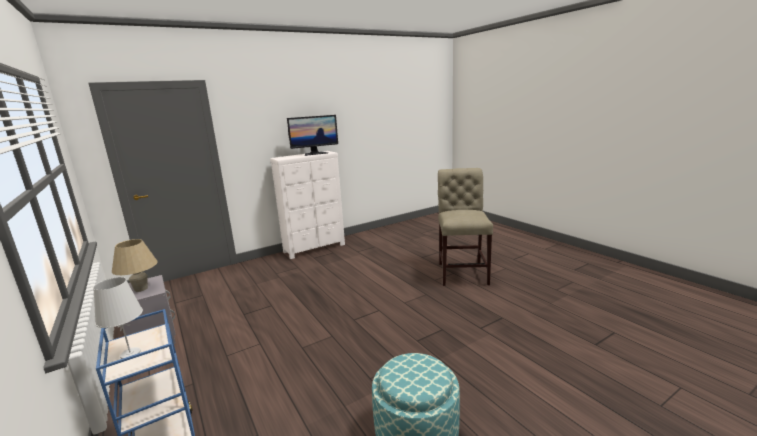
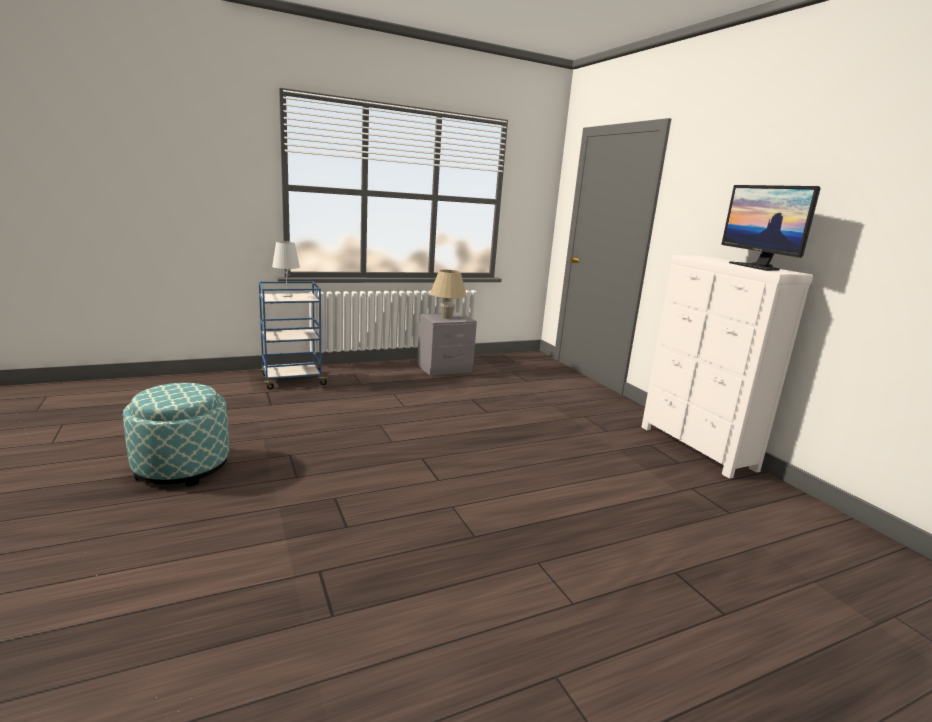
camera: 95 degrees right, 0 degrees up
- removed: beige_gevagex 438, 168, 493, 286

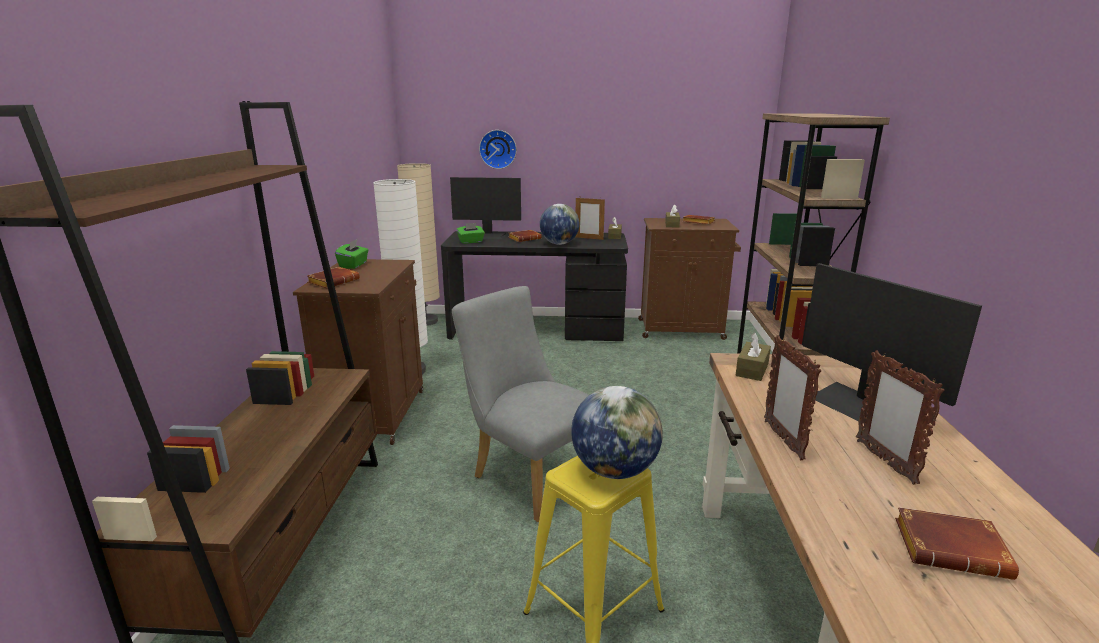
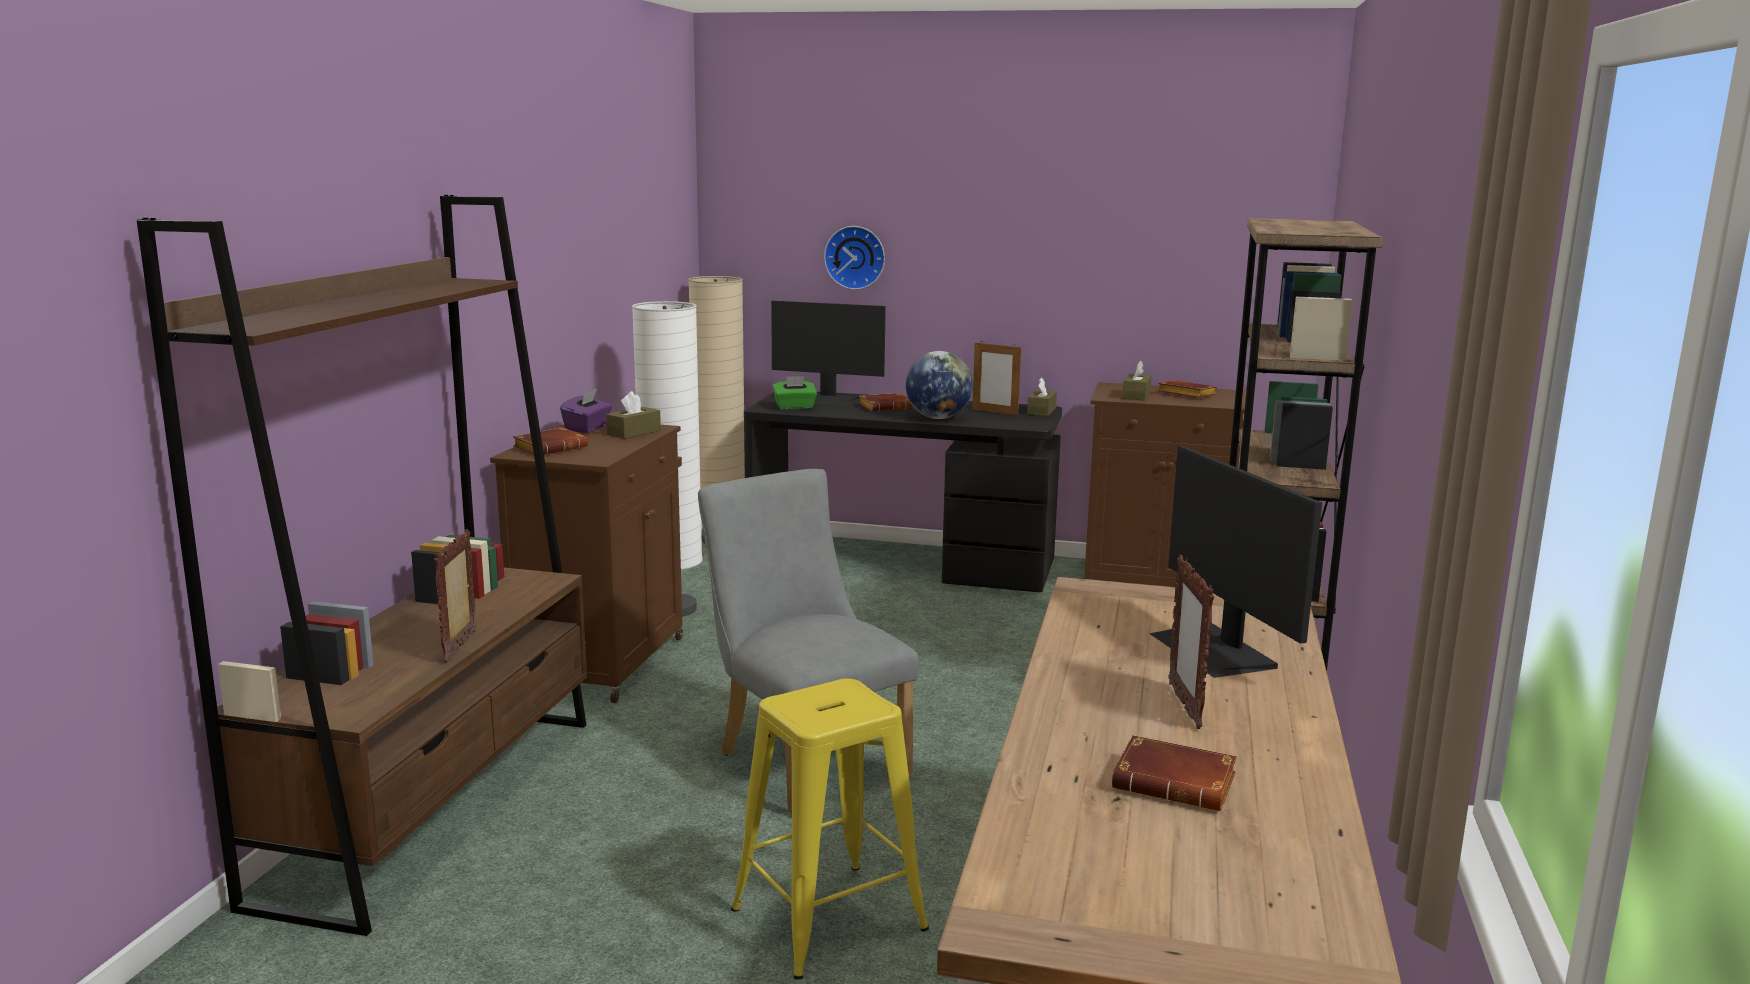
camera: 10 degrees right, 5 degrees down
- removed: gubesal 571, 386, 663, 479
- moved: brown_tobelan 735, 333, 771, 381 to 606, 391, 661, 439
- moved: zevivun 764, 335, 821, 460 to 434, 529, 476, 663
- recoloured: green_tobelan 335, 239, 368, 269 to purple_tobelan 560, 389, 612, 433

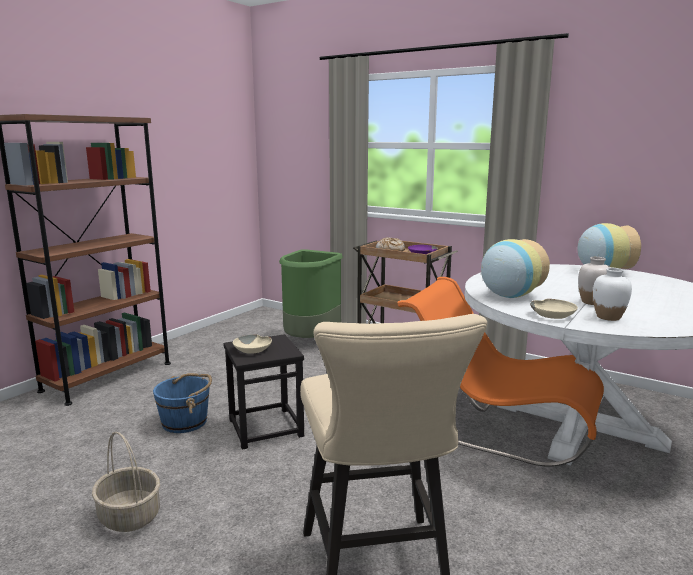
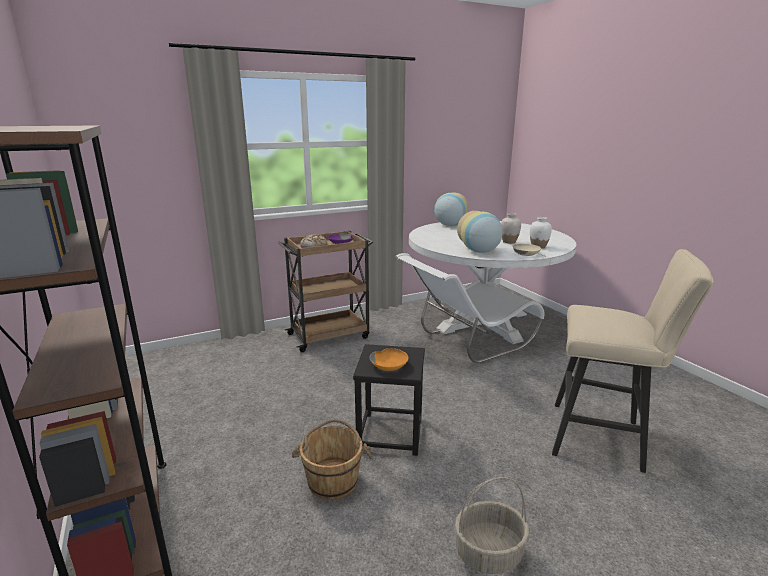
camera: 60 degrees left, 5 degrees up
- removed: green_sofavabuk 279, 249, 343, 338
- recoloured: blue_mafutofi 153, 373, 212, 433 to brown_mafutofi 292, 419, 373, 500
- recoloured: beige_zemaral 233, 334, 272, 354 to orange_zemaral 370, 348, 408, 371
- recoloured: orange_gevagex 398, 277, 604, 467 to white_gevagex 395, 253, 544, 363

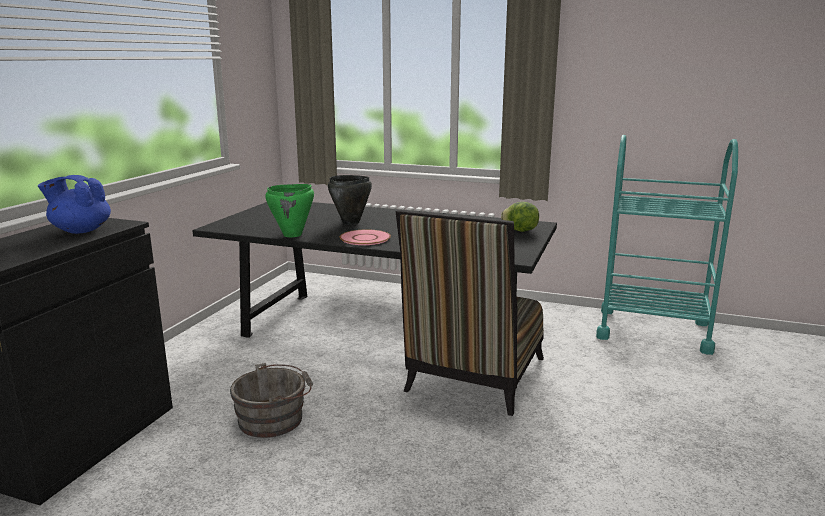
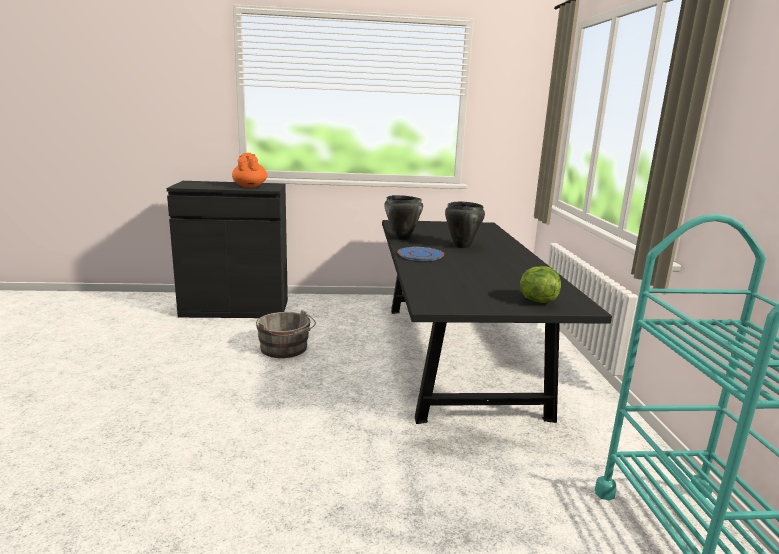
camera: 65 degrees right, 0 degrees up
- removed: gevagex 396, 210, 544, 416
- recoloured: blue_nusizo 38, 175, 111, 234 to orange_nusizo 232, 153, 267, 188
- recoloured: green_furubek 265, 184, 314, 237 to black_furubek 384, 195, 423, 240
- recoloured: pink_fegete 340, 229, 391, 245 to blue_fegete 397, 247, 444, 261

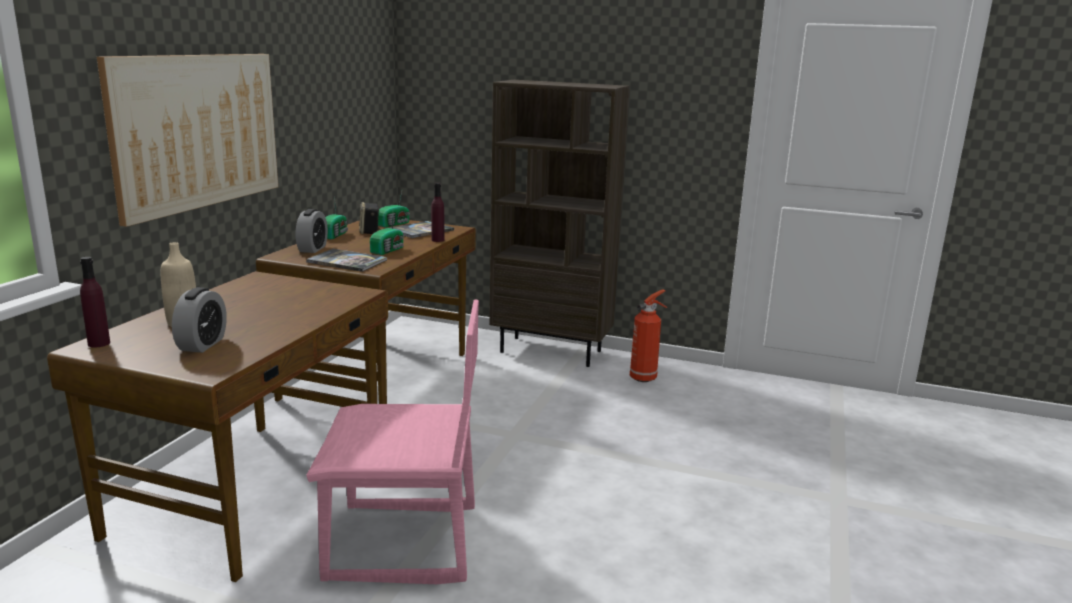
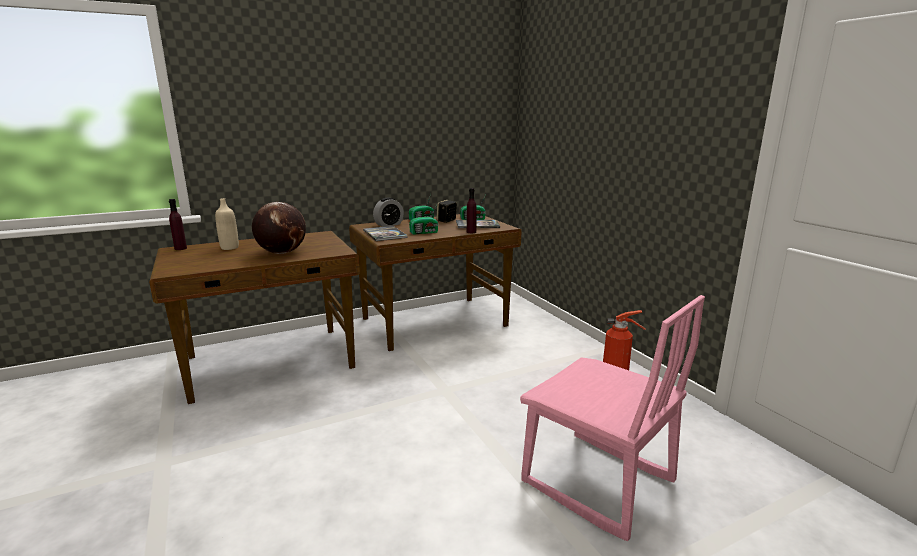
camera: 45 degrees right, 0 degrees up
- removed: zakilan 97, 54, 278, 227
- removed: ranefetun 172, 287, 227, 353
- removed: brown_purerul 489, 80, 630, 367
- added: gubesal 252, 202, 306, 254
- moved: pink_gevagex 306, 300, 479, 584 to 520, 295, 705, 541

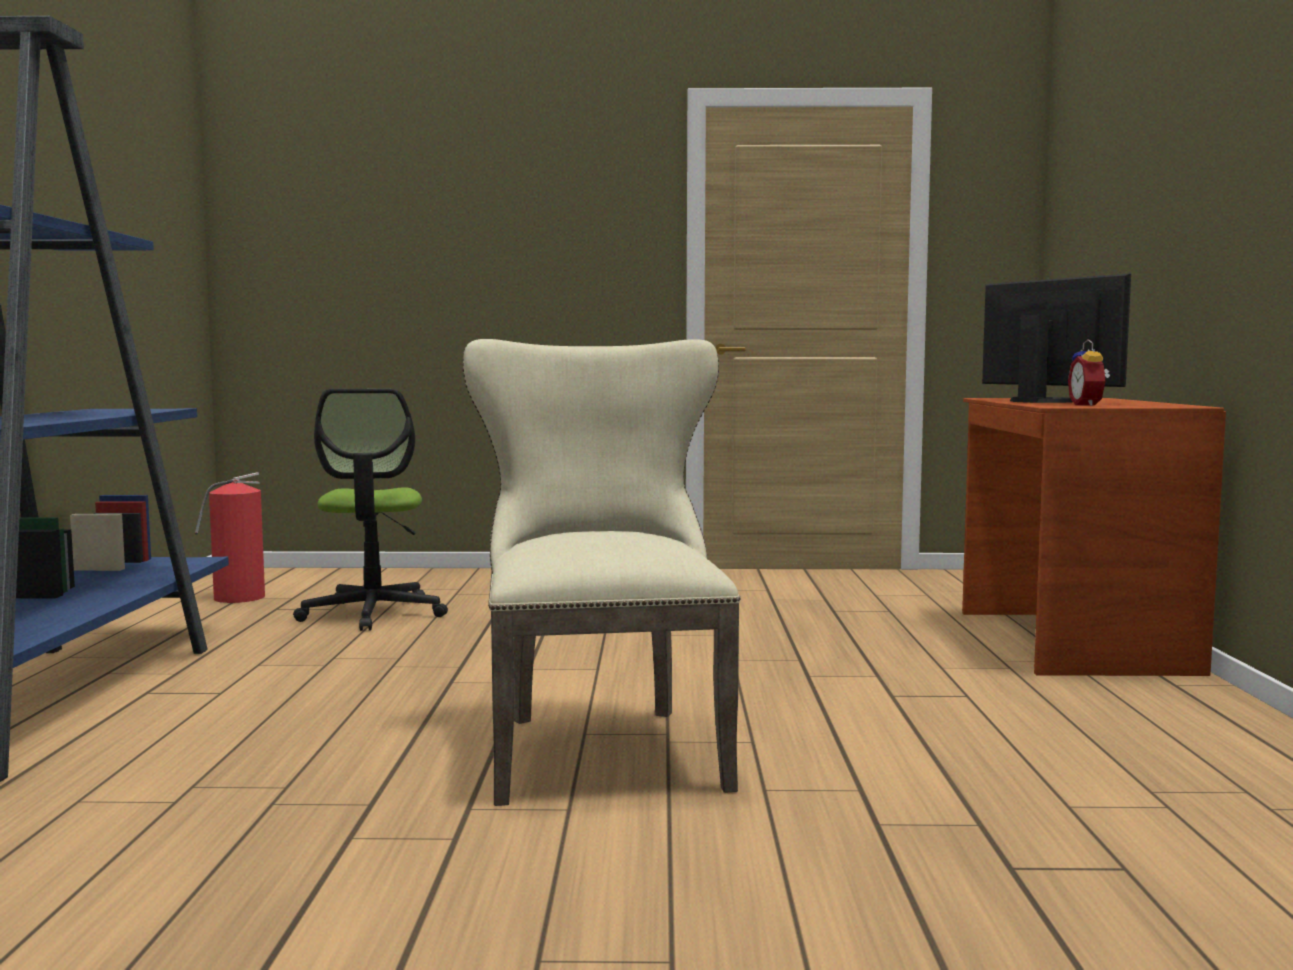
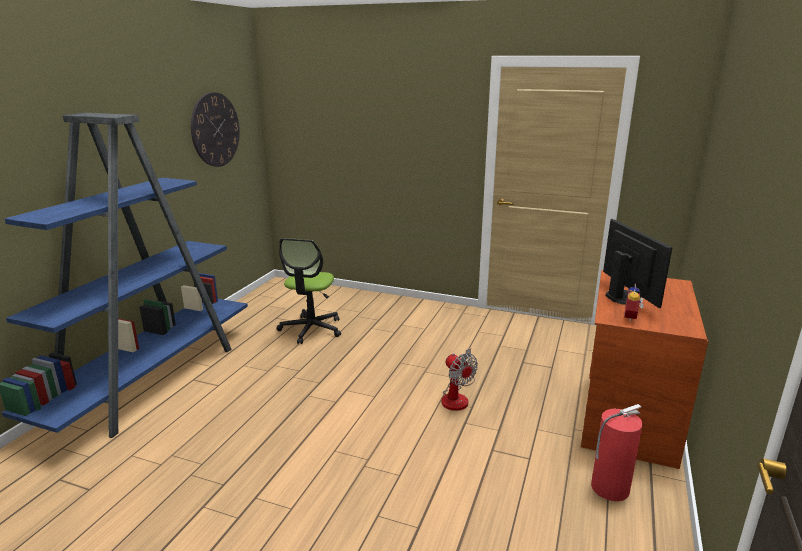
camera: 20 degrees right, 15 degrees up
- removed: beige_gevagex 462, 339, 740, 806
- added: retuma 191, 92, 240, 167
- added: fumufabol 441, 348, 478, 411
- moved: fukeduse 195, 473, 265, 603 to 591, 404, 643, 501

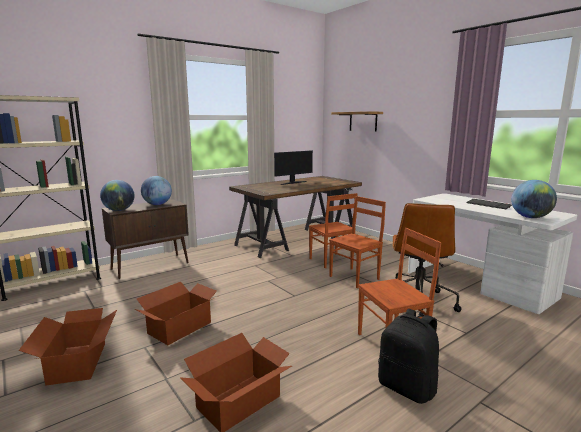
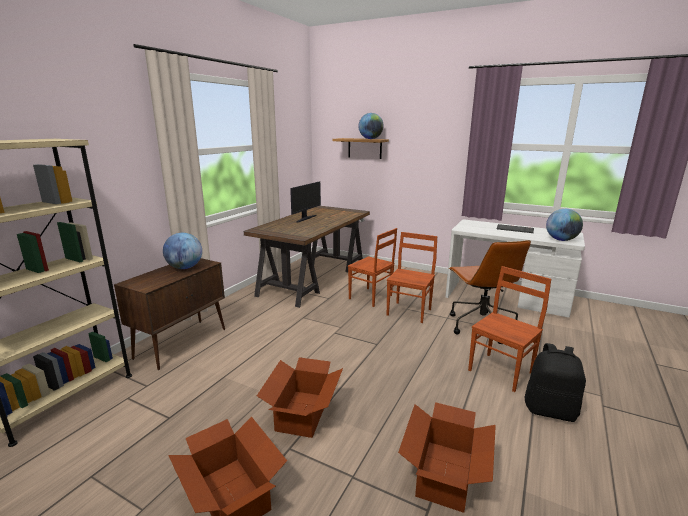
camera: 25 degrees left, 5 degrees up
- moved: gubesal 100, 180, 134, 211 to 359, 113, 384, 139

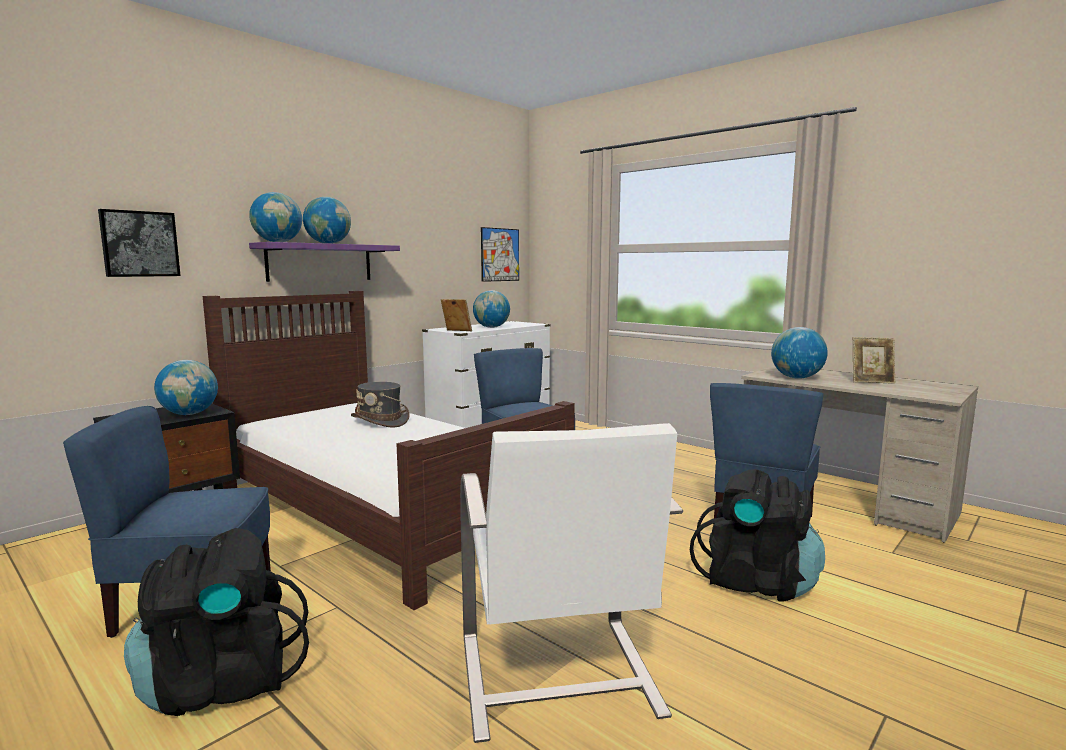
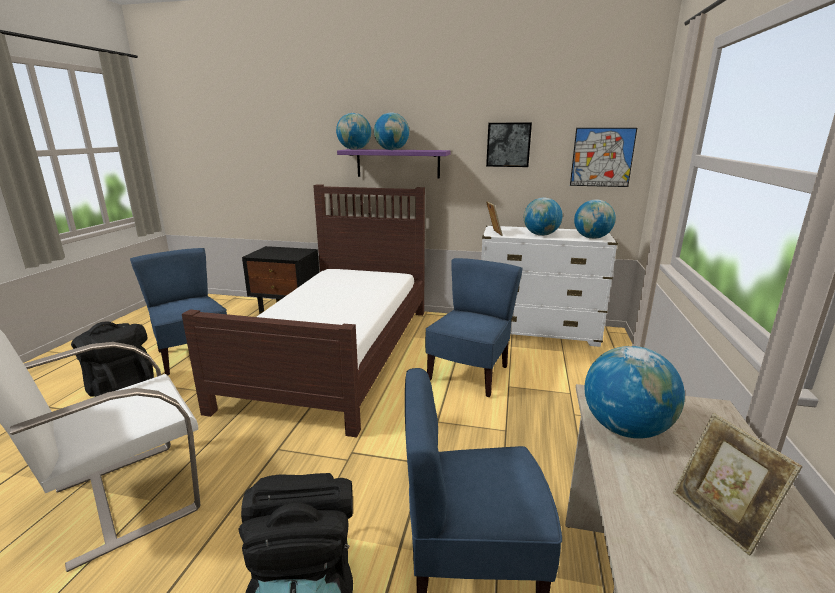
camera: 60 degrees right, 10 degrees up
- removed: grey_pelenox 351, 382, 410, 428
- moved: zakilan 98, 209, 181, 277 to 486, 123, 532, 167
- moved: gubesal 154, 360, 218, 415 to 574, 200, 616, 239

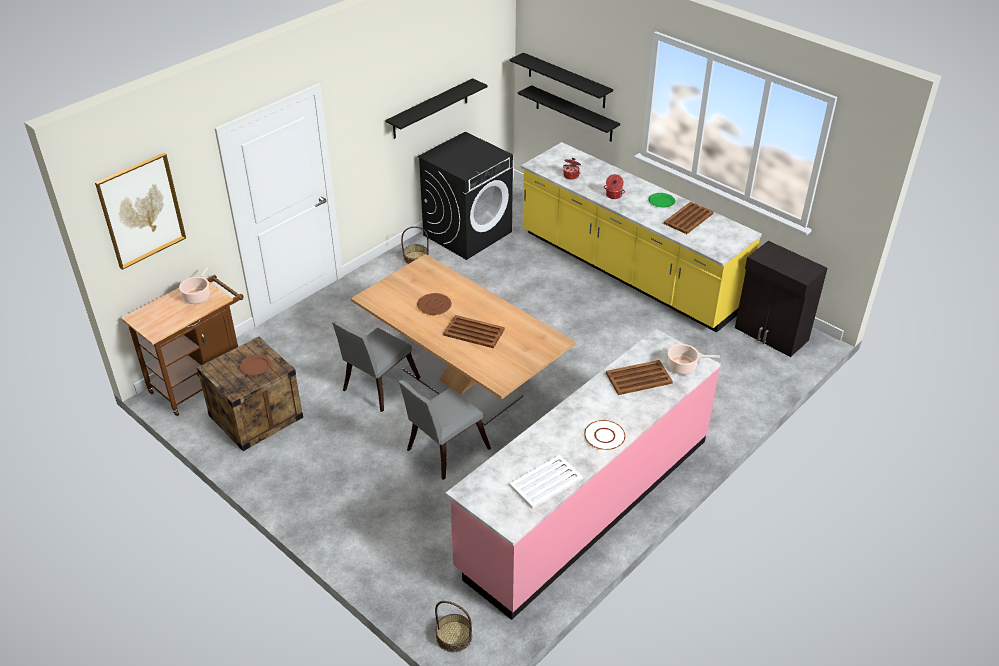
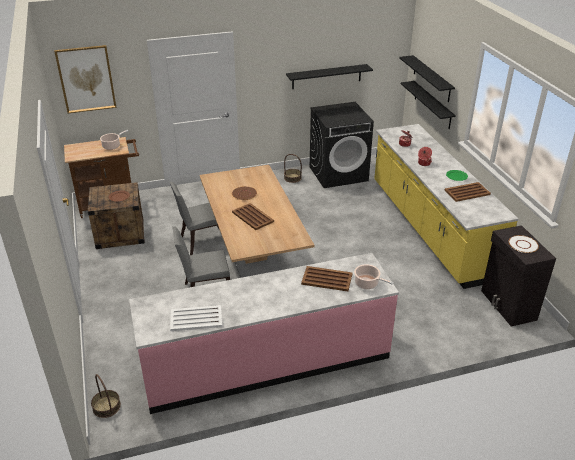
camera: 30 degrees right, 5 degrees down
- moved: white_fegete 584, 420, 625, 450 to 509, 235, 539, 253

